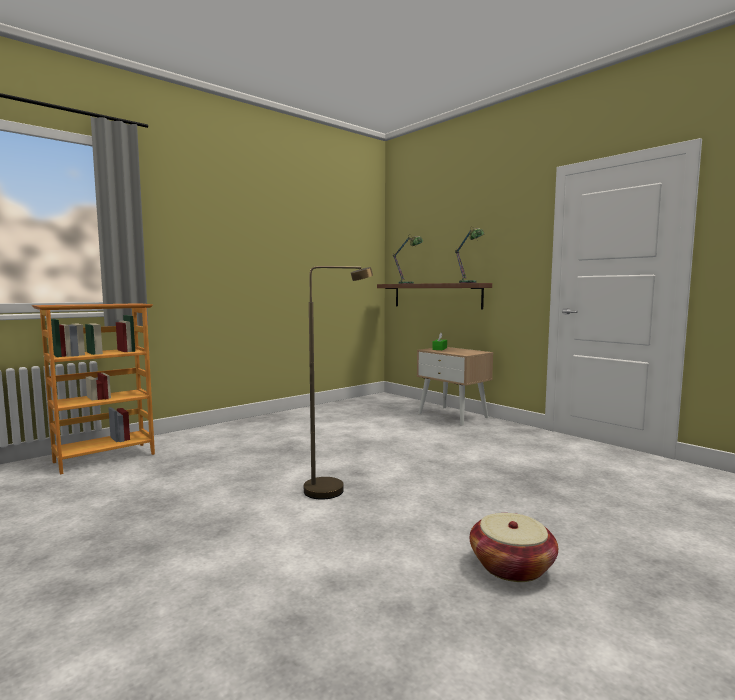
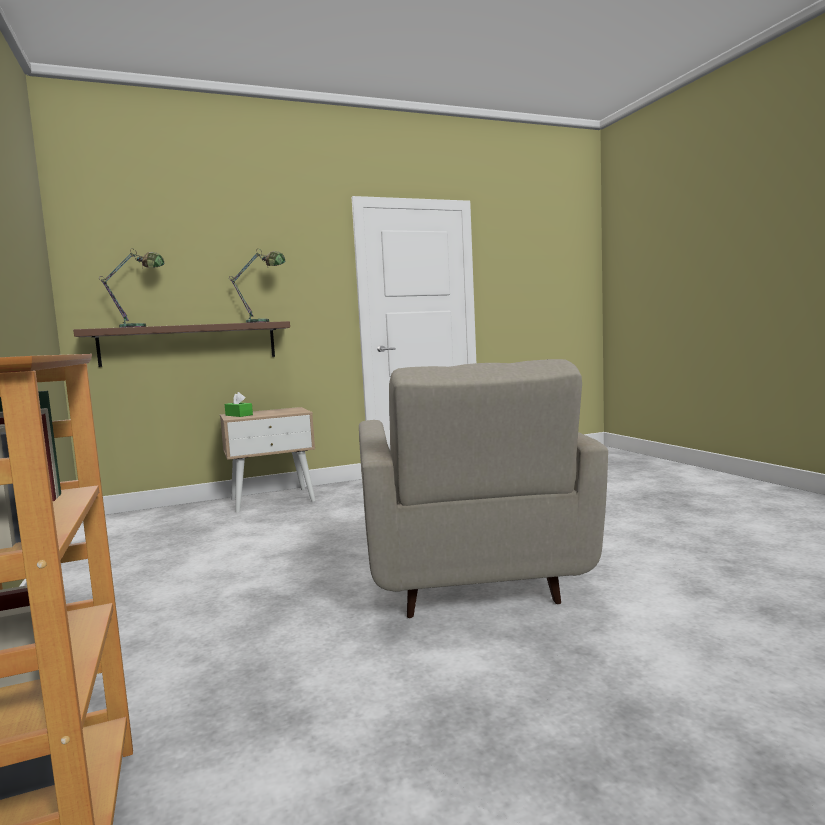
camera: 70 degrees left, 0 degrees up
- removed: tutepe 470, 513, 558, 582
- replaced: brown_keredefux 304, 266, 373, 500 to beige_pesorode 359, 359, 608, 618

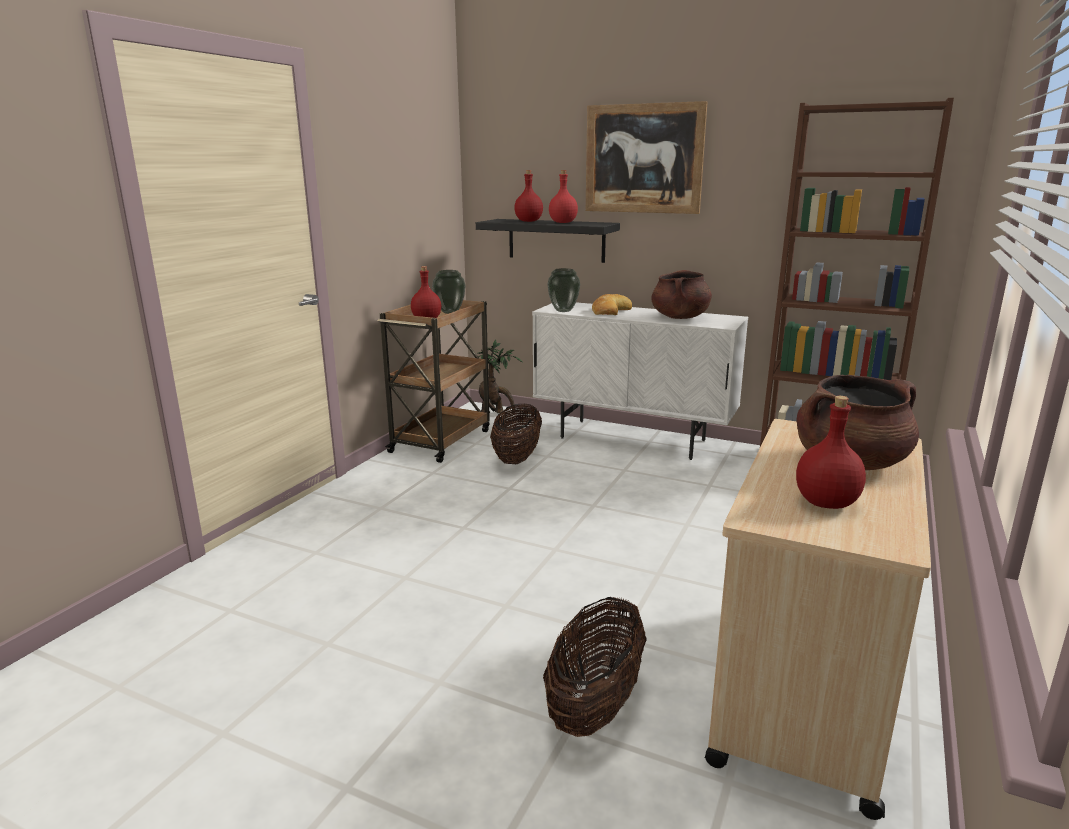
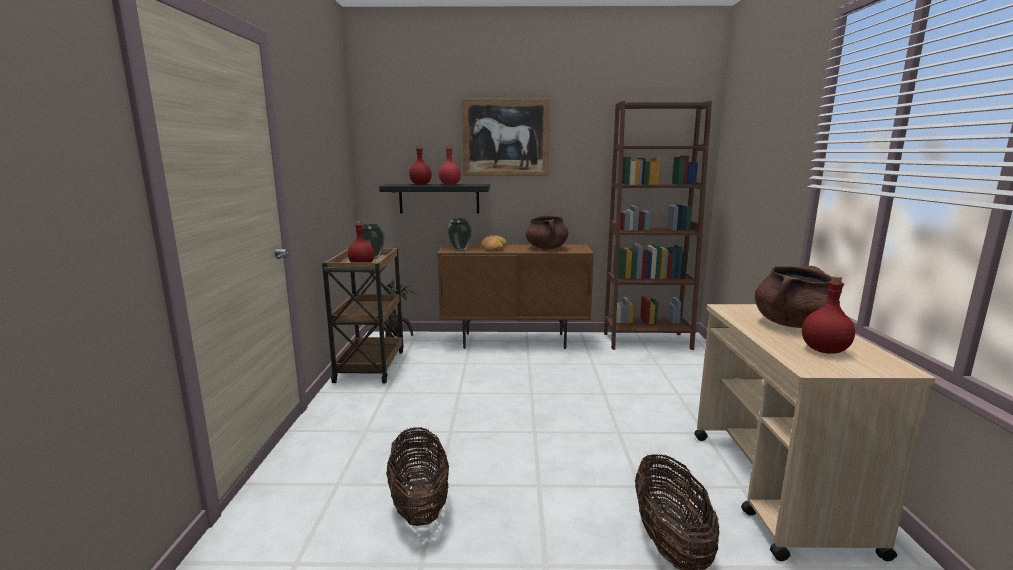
camera: 25 degrees left, 5 degrees down
- moved: tutepe 490, 404, 542, 464 to 386, 427, 449, 526
- recoloured: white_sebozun 532, 302, 748, 460 to brown_sebozun 437, 244, 594, 349

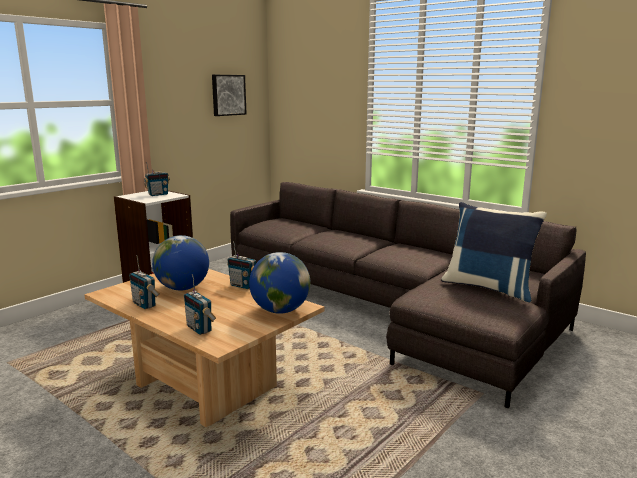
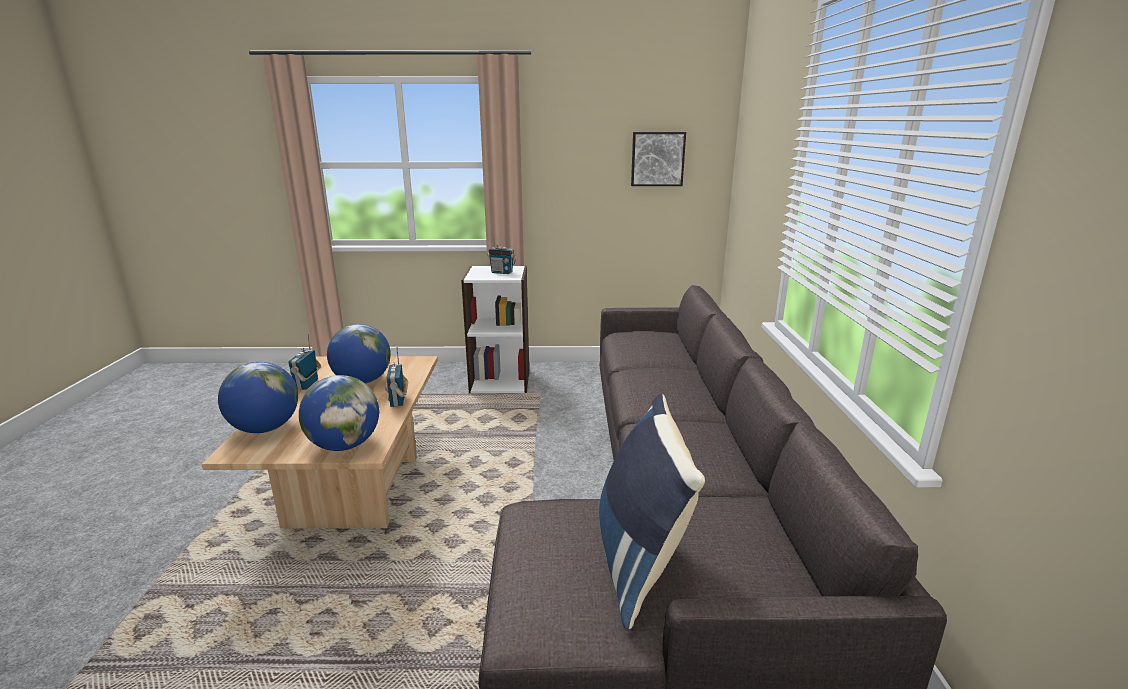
camera: 50 degrees right, 5 degrees up
- replaced: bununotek 184, 274, 216, 335 to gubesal 218, 362, 298, 433

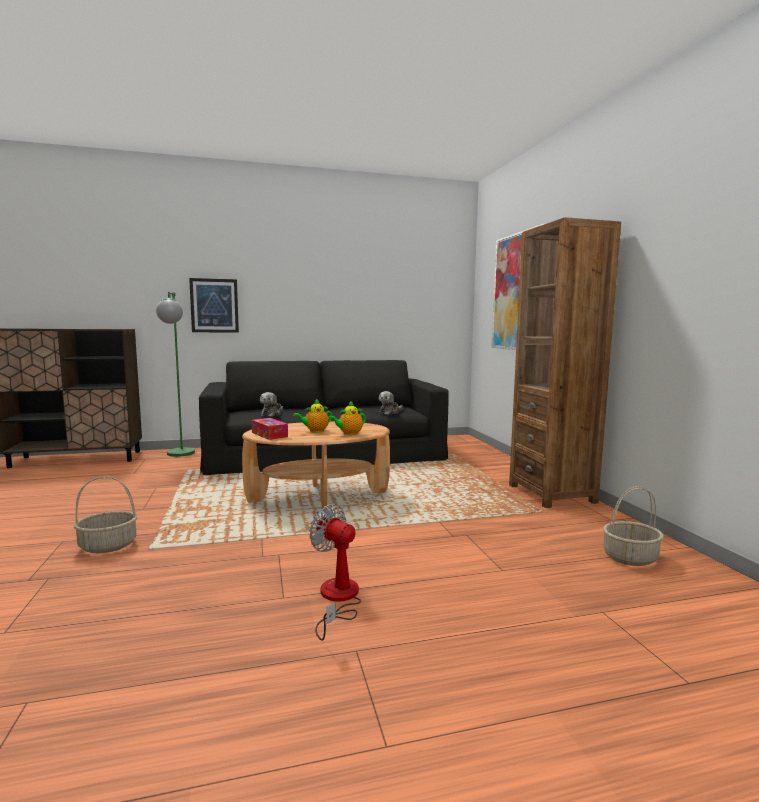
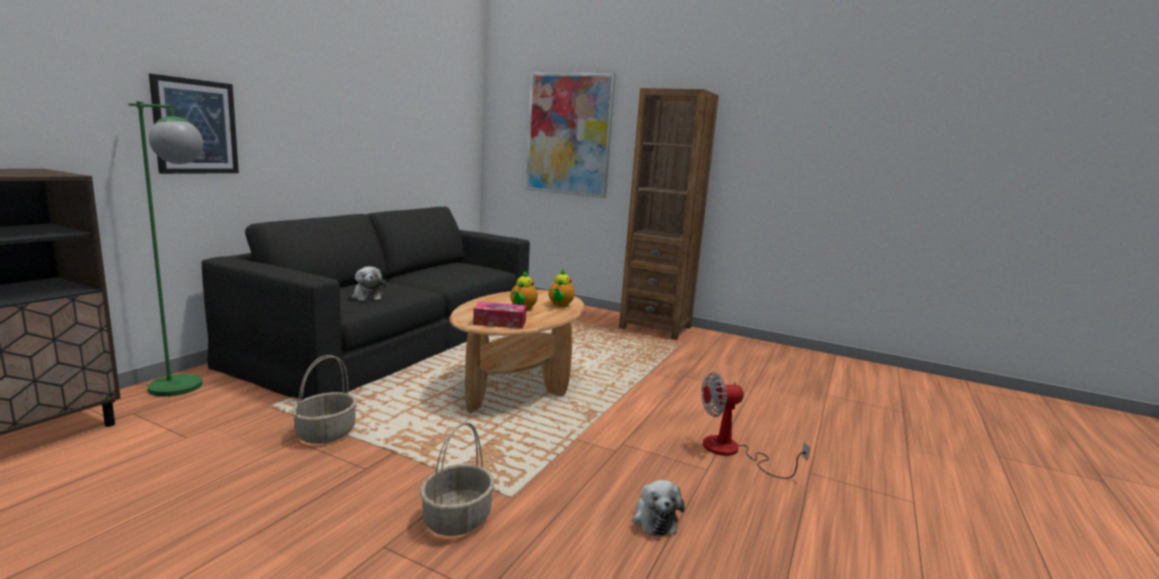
camera: 50 degrees left, 5 degrees up
- moved: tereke 379, 391, 403, 415 to 632, 480, 685, 536
- moved: tutepe 603, 486, 664, 566 to 292, 355, 357, 444

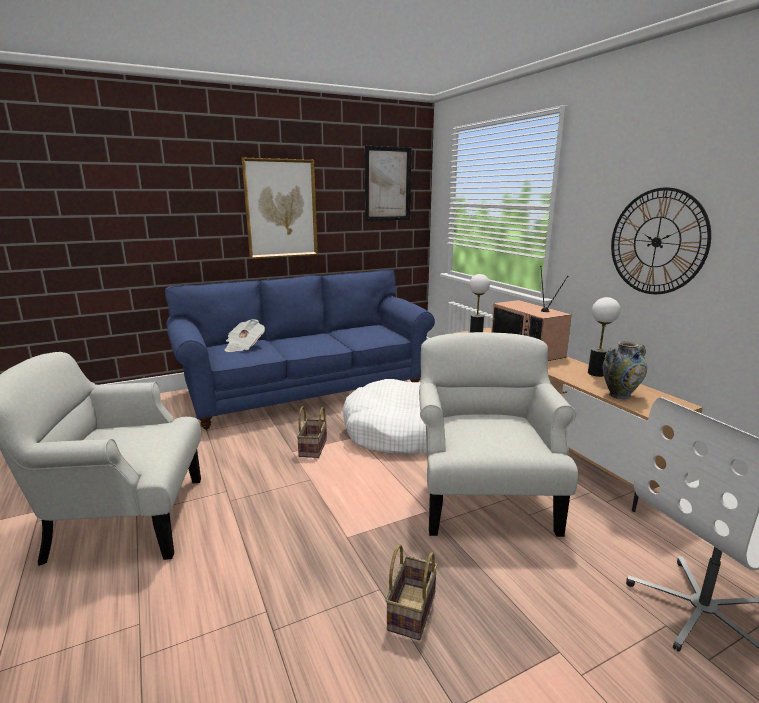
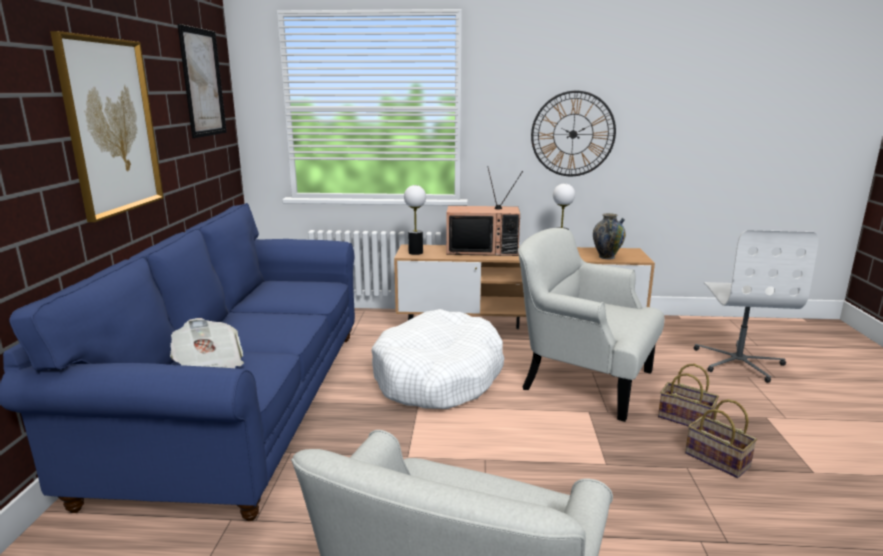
camera: 60 degrees left, 0 degrees up
- moved: tutepe 297, 406, 327, 458 to 658, 364, 719, 426

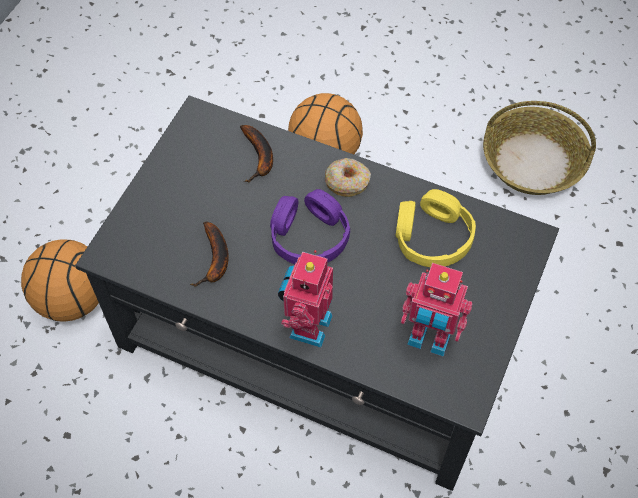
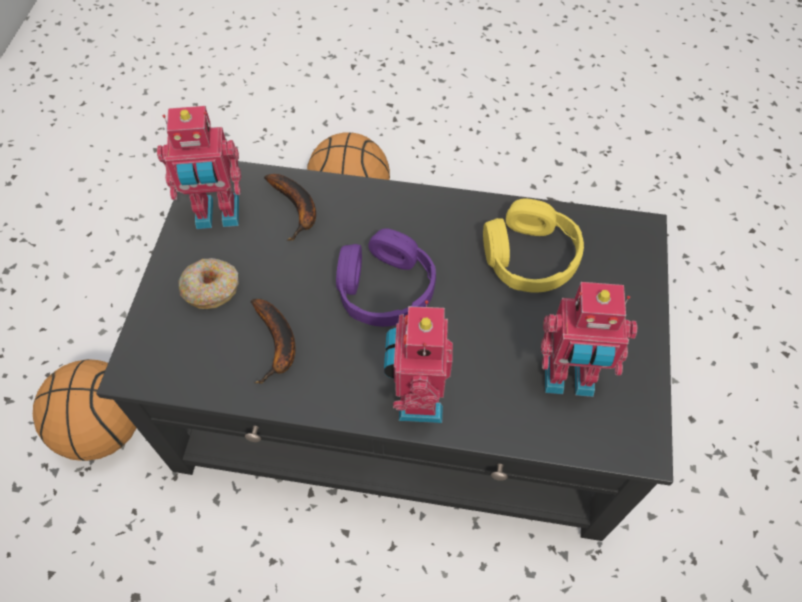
camera: 15 degrees left, 0 degrees up
- removed: tutepe 483, 101, 596, 195
- added: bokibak 157, 106, 241, 229
- moved: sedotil 325, 158, 371, 197 to 179, 258, 239, 309

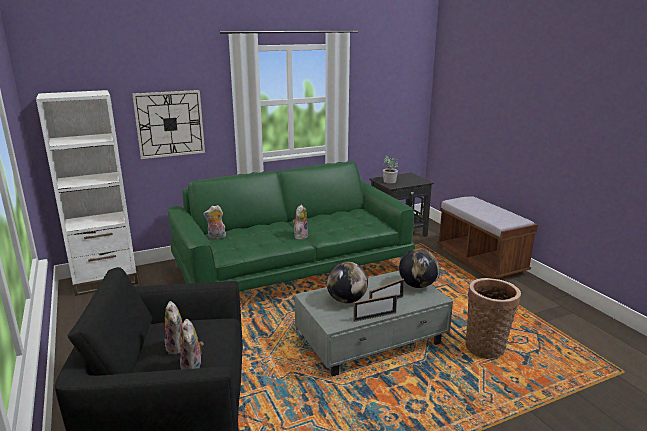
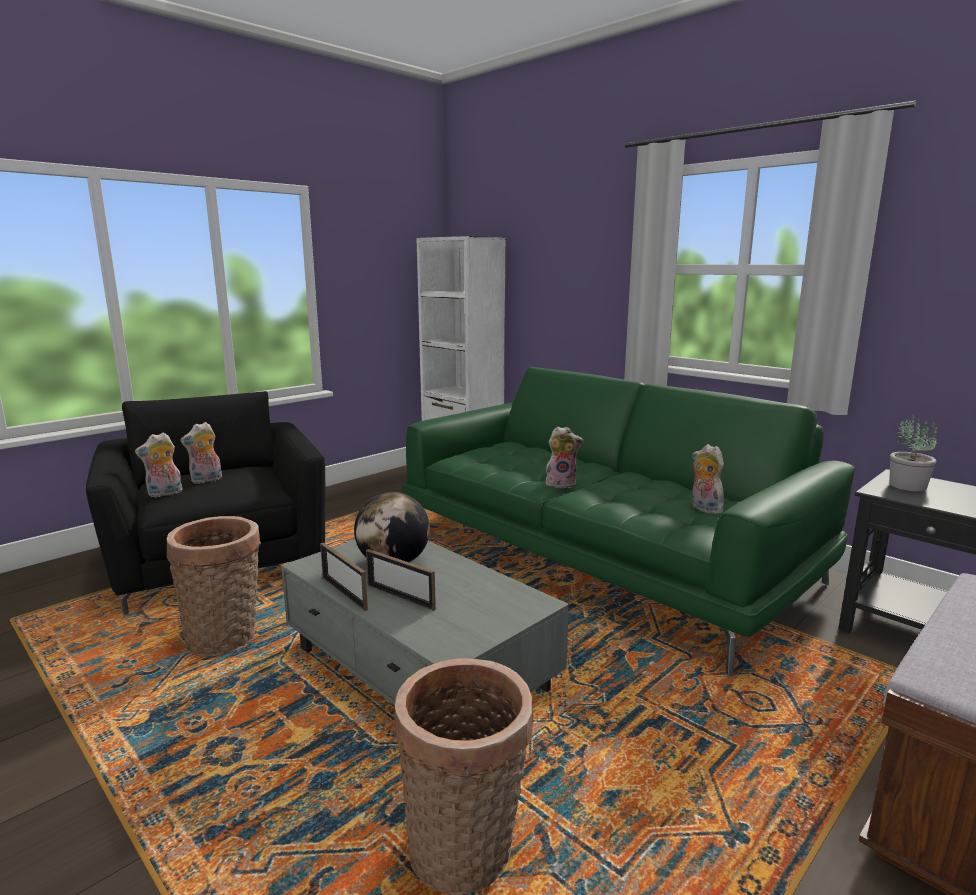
camera: 70 degrees right, 5 degrees down
- removed: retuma 132, 90, 205, 159
- removed: gubesal 399, 249, 439, 288
- added: tutepe 166, 516, 261, 656
- moved: tereke 203, 205, 226, 239 to 692, 444, 725, 514

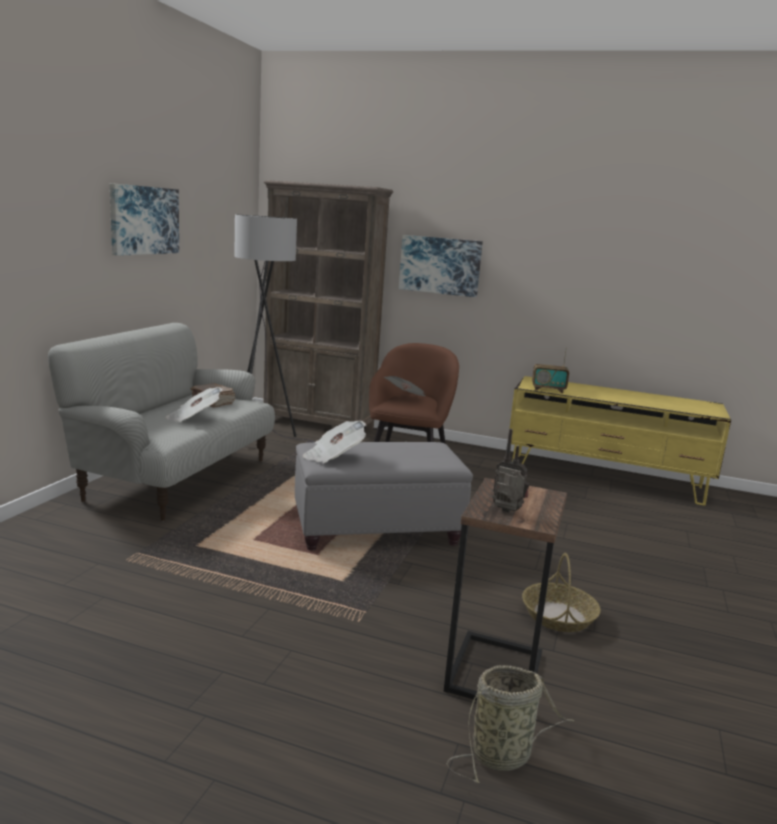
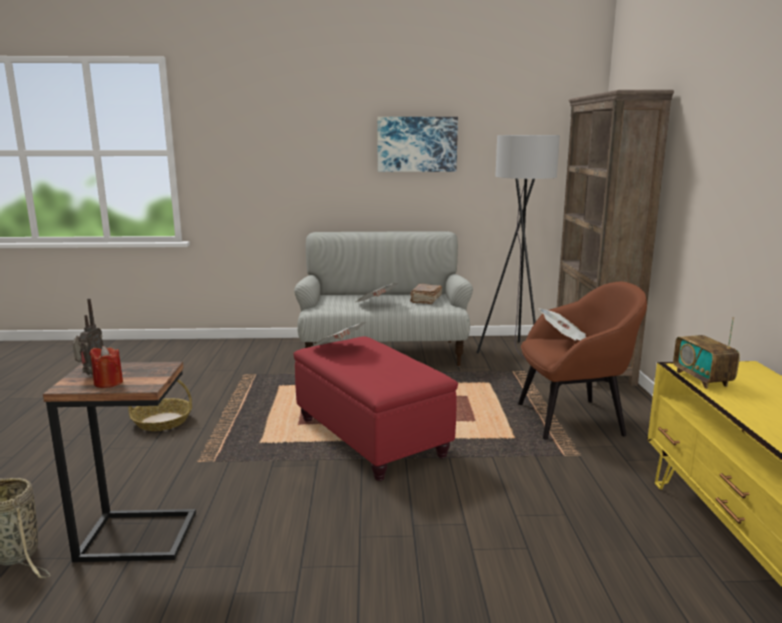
camera: 70 degrees right, 0 degrees up
- removed: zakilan 399, 235, 483, 297
- added: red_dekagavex 90, 346, 123, 388
- moved: tutepe 522, 553, 601, 632 to 128, 379, 192, 431
- recoloured: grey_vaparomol 295, 442, 473, 550 to red_vaparomol 293, 336, 458, 481

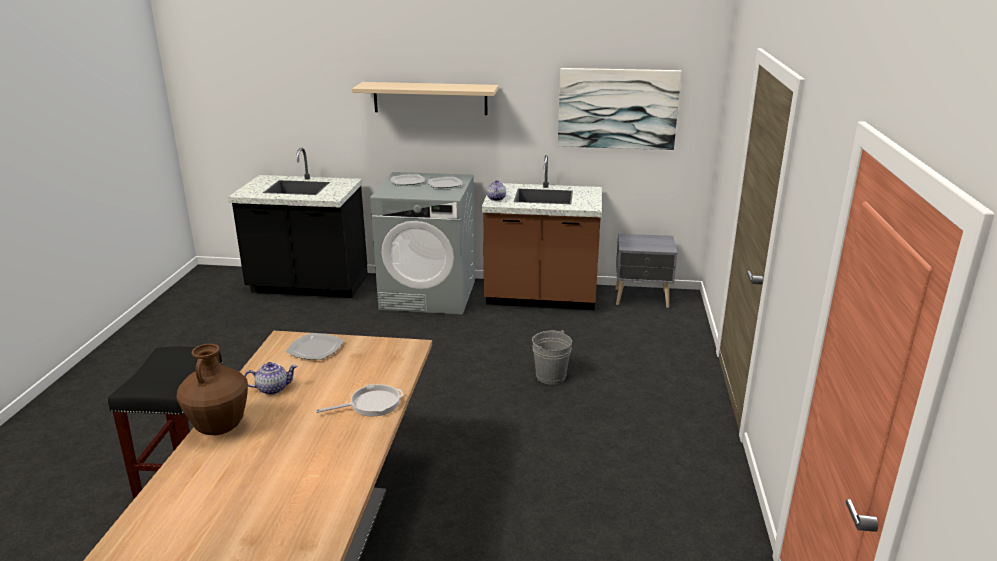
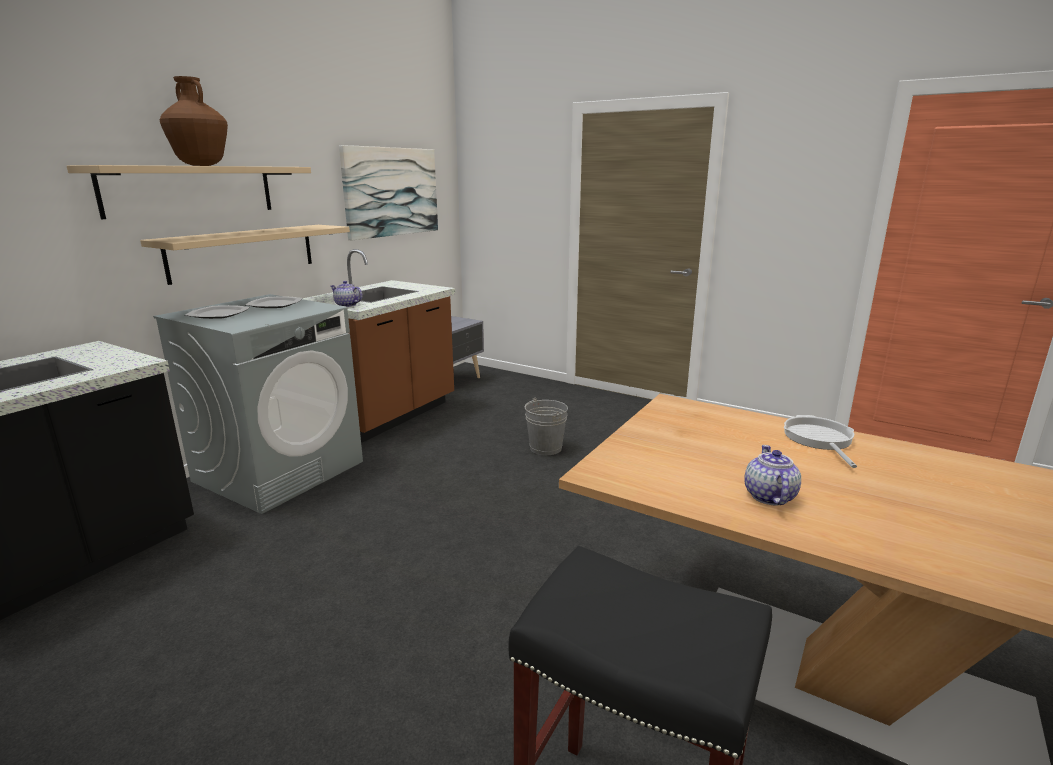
camera: 65 degrees left, 5 degrees down
- removed: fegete 286, 333, 344, 360
- added: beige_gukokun 140, 225, 350, 285
- moved: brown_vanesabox 176, 344, 248, 435 to 159, 76, 228, 166

